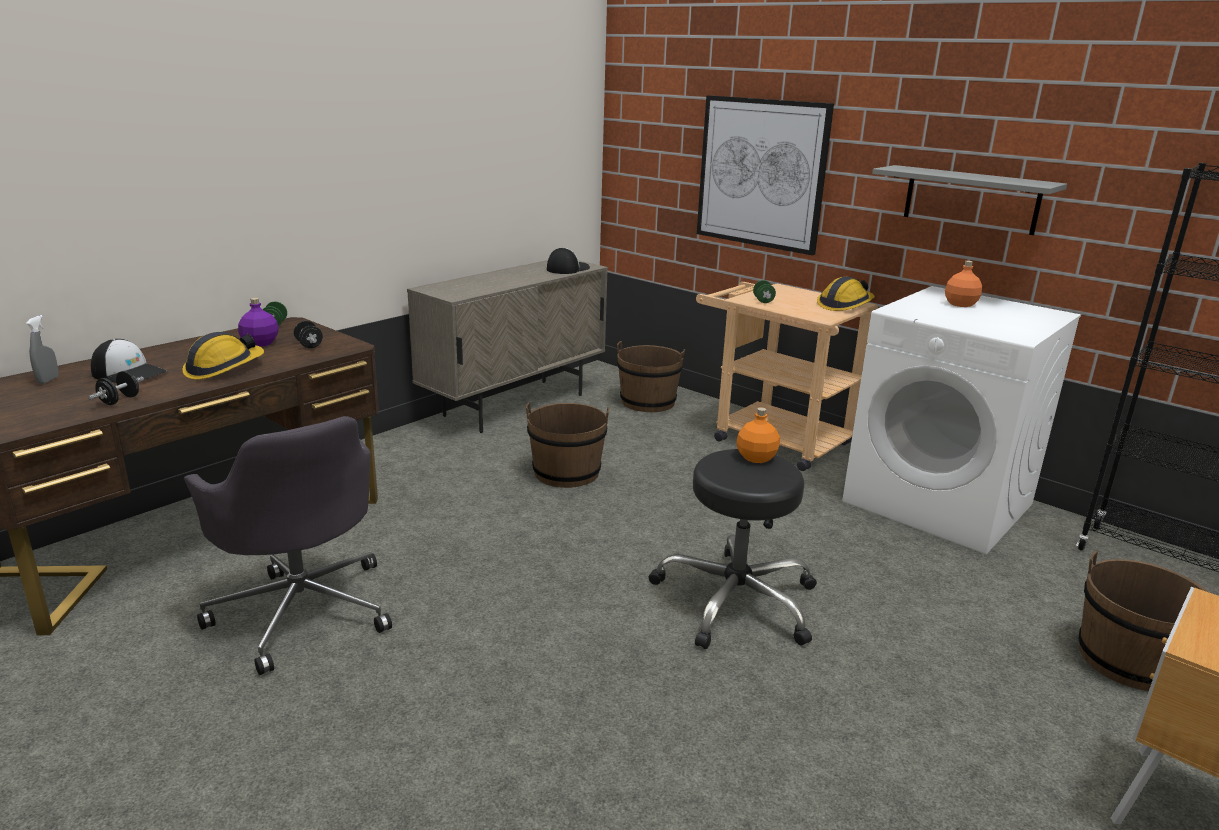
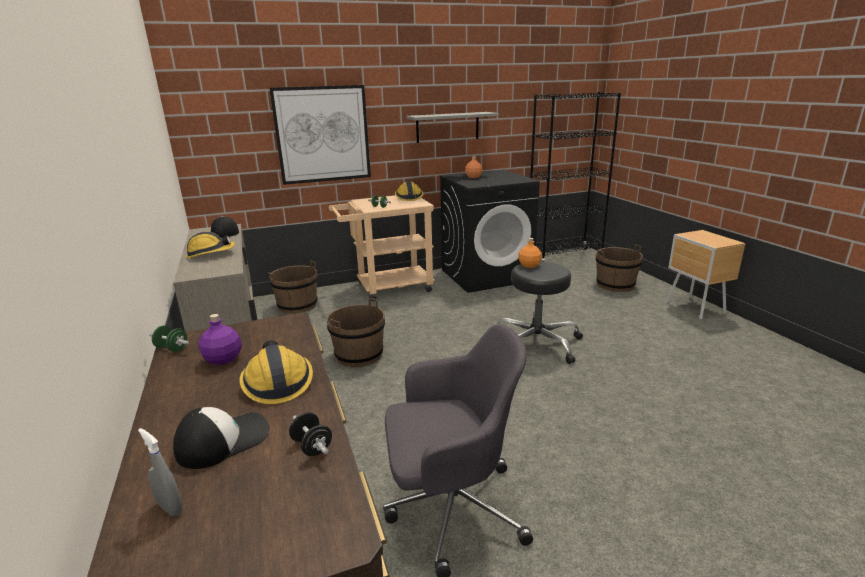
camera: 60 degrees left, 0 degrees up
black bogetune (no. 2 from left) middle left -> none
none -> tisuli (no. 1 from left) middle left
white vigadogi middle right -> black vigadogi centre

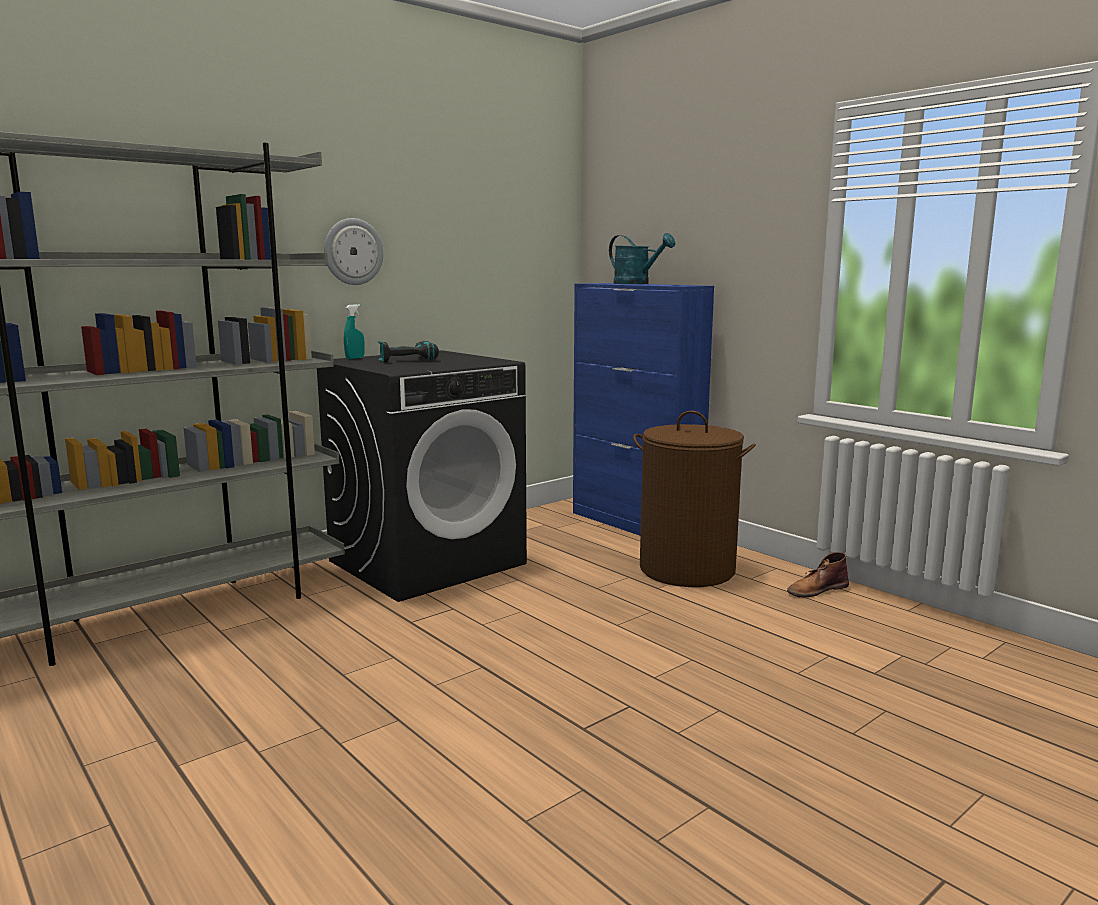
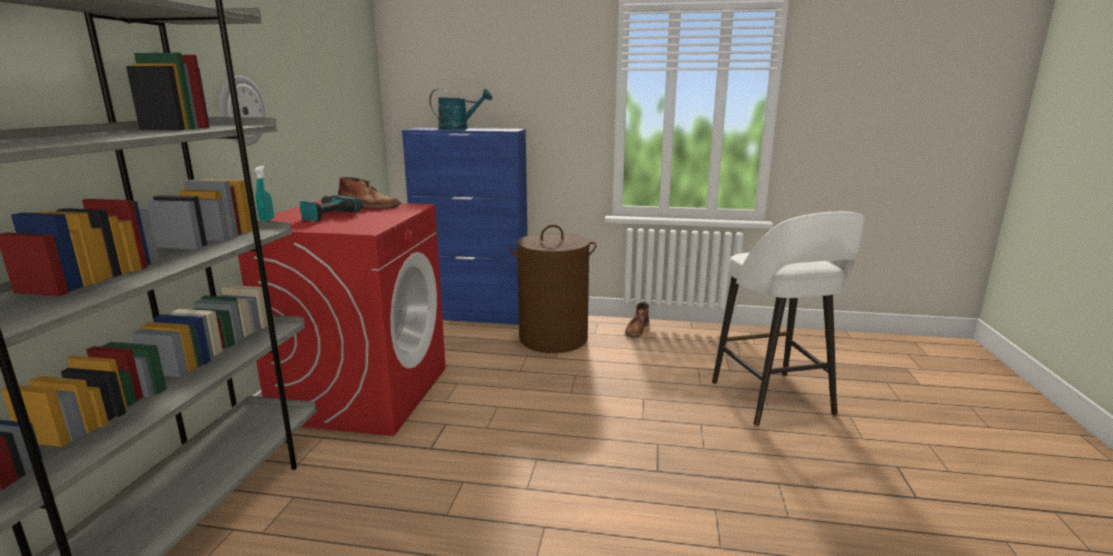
camera: 40 degrees left, 5 degrees up
none -> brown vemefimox (no. 1 from left) middle left
none -> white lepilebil middle right
black vigadogi centre -> red vigadogi middle left

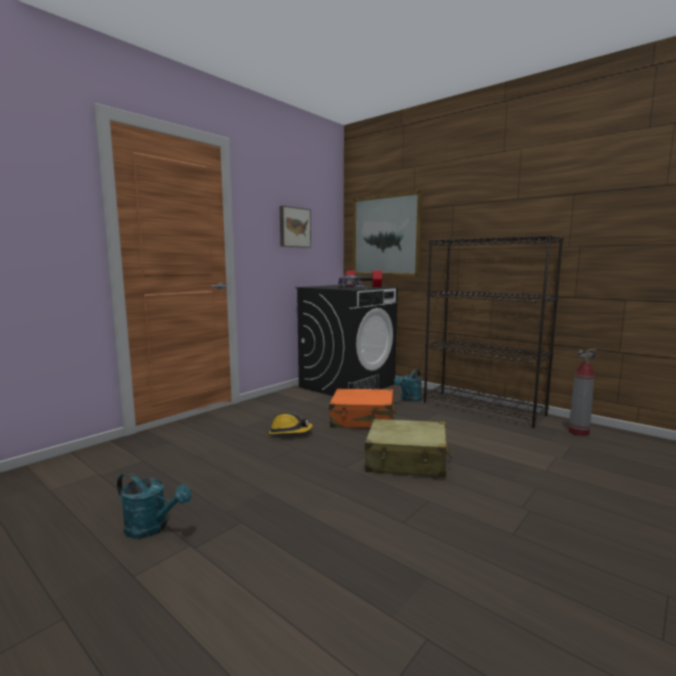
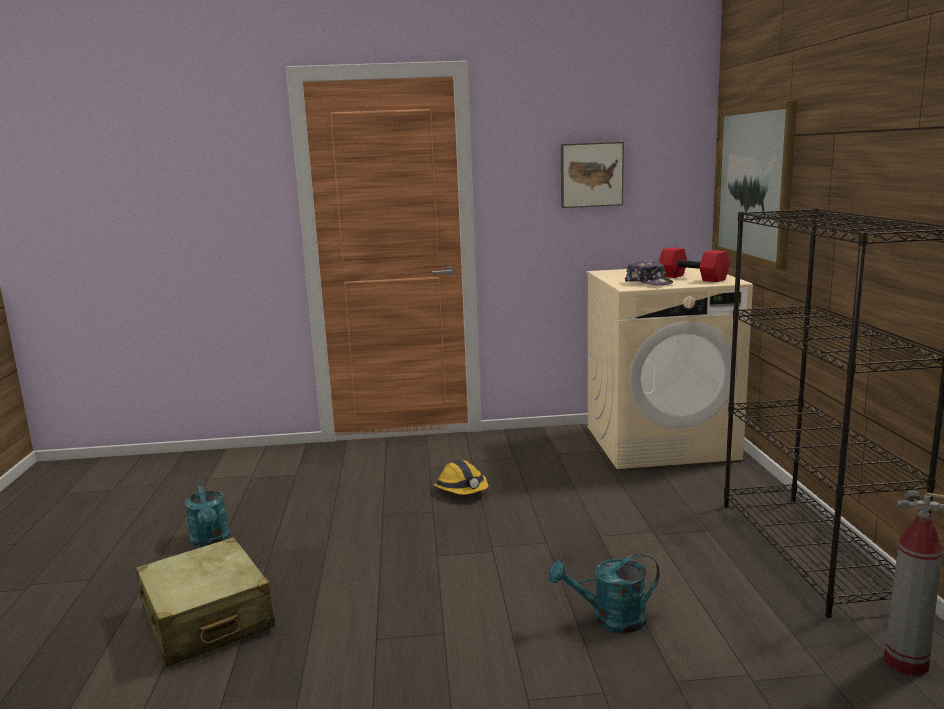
camera: 45 degrees right, 5 degrees up
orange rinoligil centre -> none
beige rinoligil centre -> beige rinoligil bottom left, shifted
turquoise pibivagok (no. 2 from left) centre -> turquoise pibivagok (no. 2 from left) bottom centre, shifted
black vigadogi centre -> beige vigadogi middle right

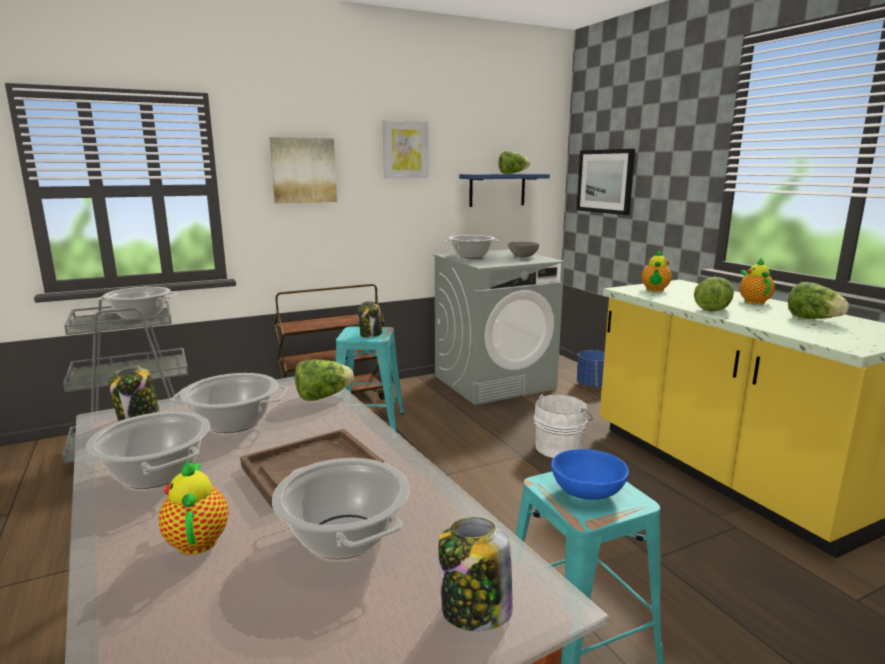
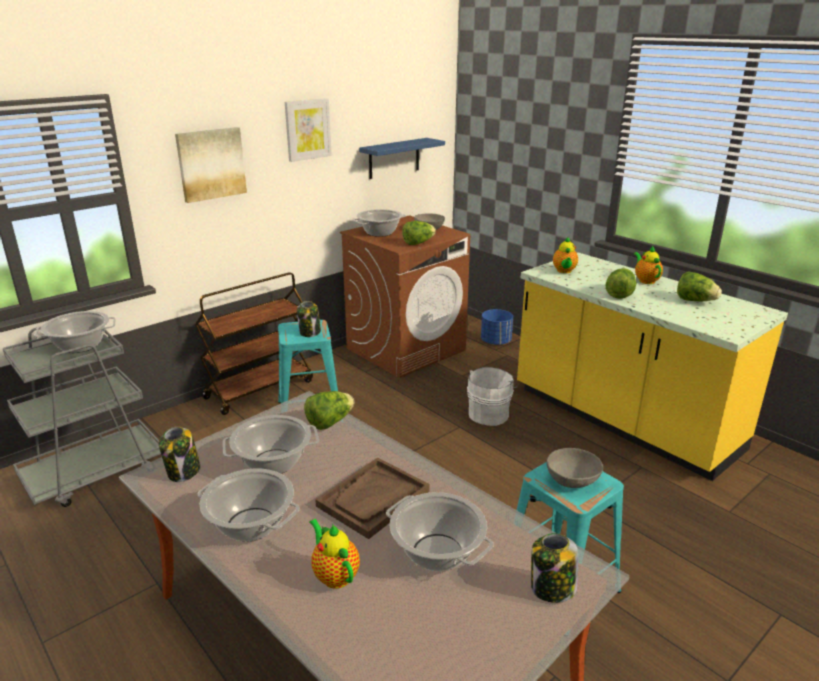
camera: 15 degrees left, 10 degrees up
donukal (no. 3 from left) top right -> none
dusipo (no. 2 from left) top centre -> dusipo (no. 2 from left) centre, shifted
grey vigadogi centre -> brown vigadogi centre
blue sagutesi bottom right -> grey sagutesi (no. 2 from left) bottom right

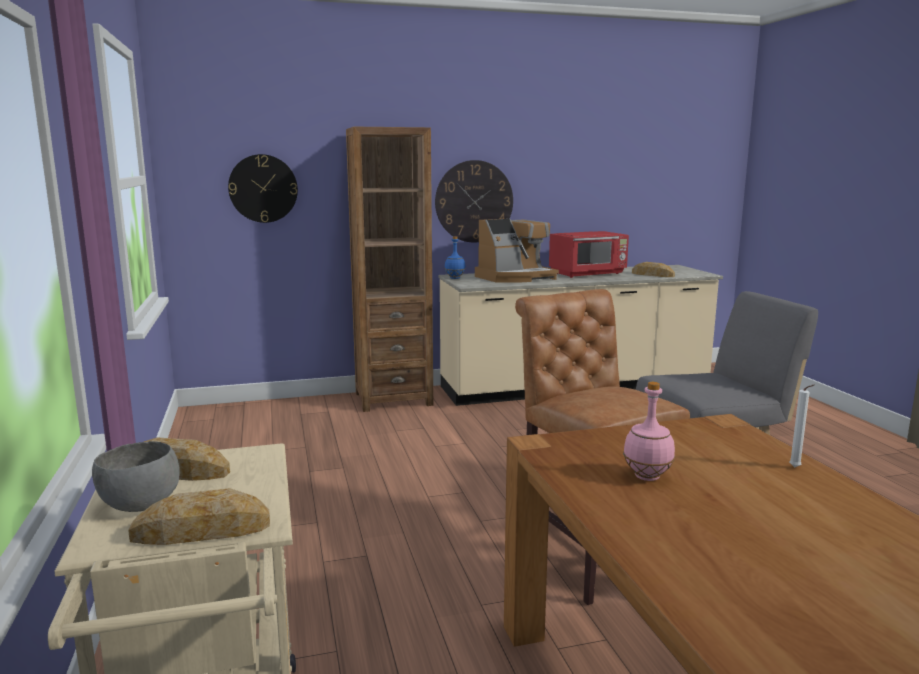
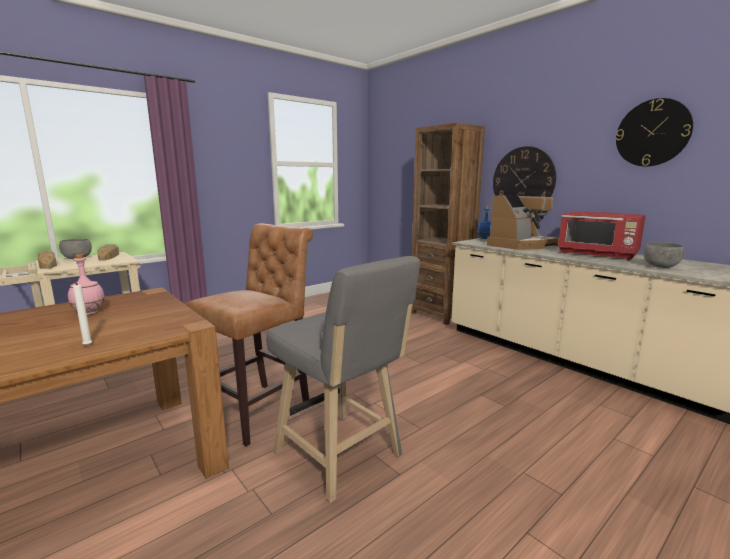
camera: 65 degrees right, 0 degrees up
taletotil (no. 1 from left in the first image) top left -> taletotil (no. 2 from left) top right, shifted
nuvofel (no. 3 from left) middle right -> grey sagutesi (no. 2 from left) middle right
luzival centre -> luzival middle right, 75 degrees counterclockwise

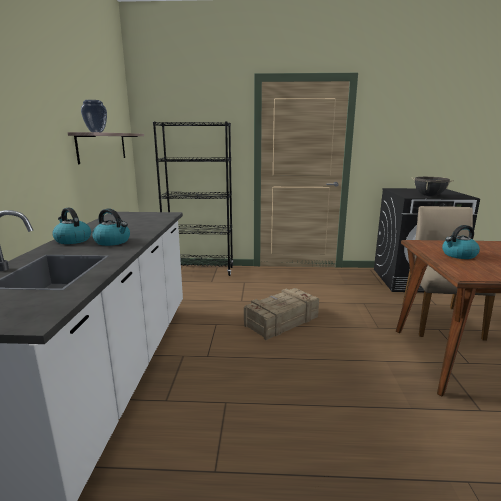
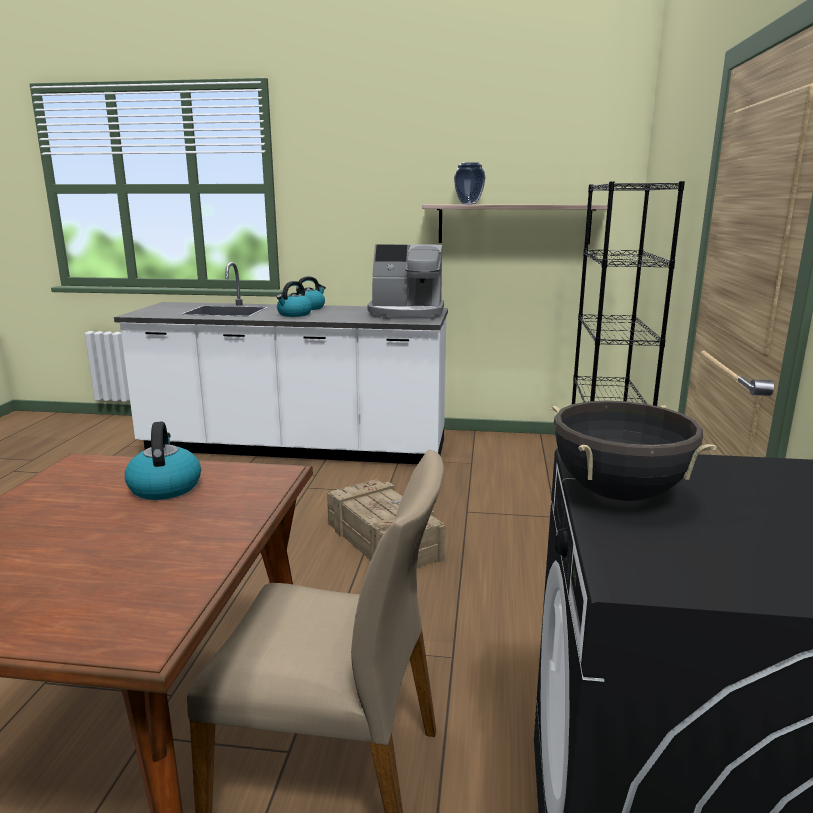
camera: 95 degrees right, 0 degrees up
none -> luzival centre

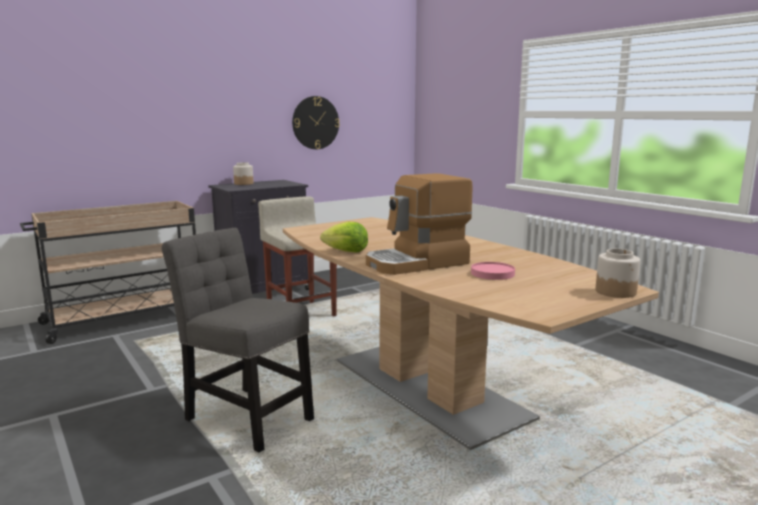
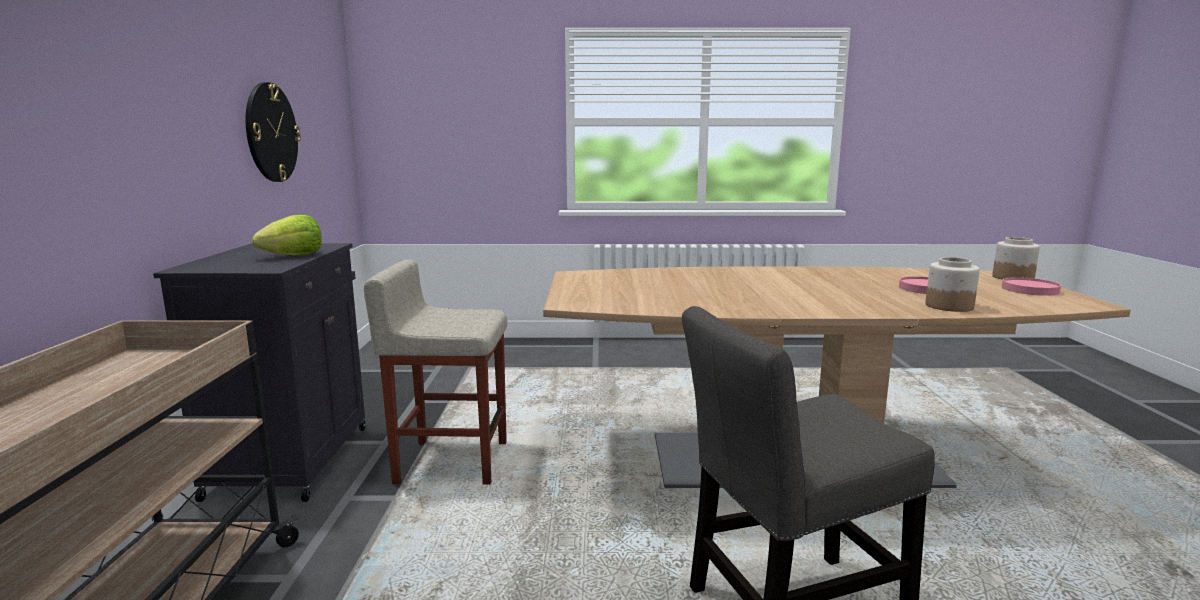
camera: 55 degrees left, 0 degrees up
luzival centre -> none
none -> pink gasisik (no. 2 from left) middle right
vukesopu (no. 1 from left) middle left -> vukesopu (no. 1 from left) middle right, shifted
dusipo centre -> dusipo middle left, shifted

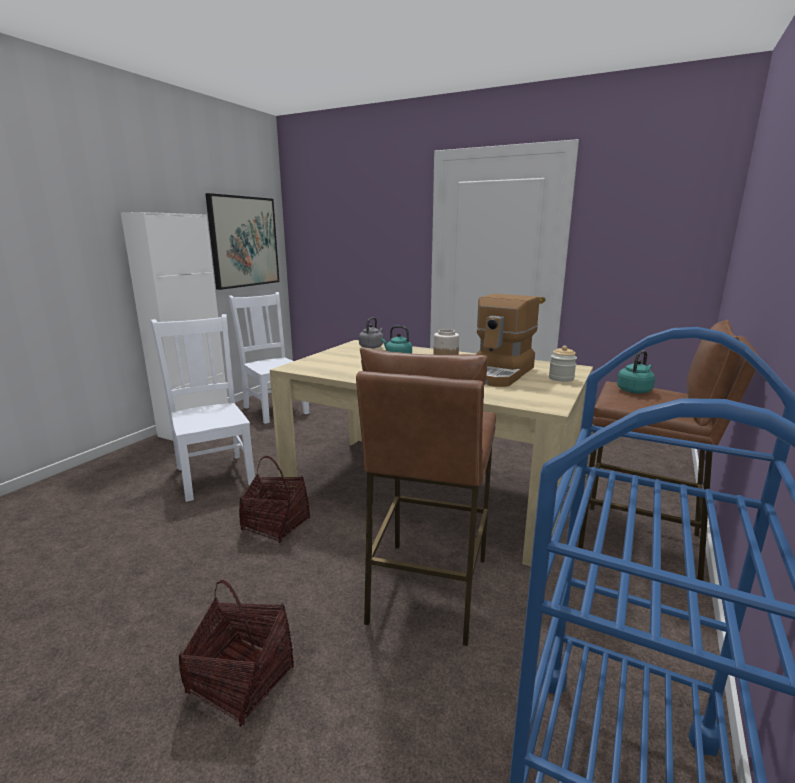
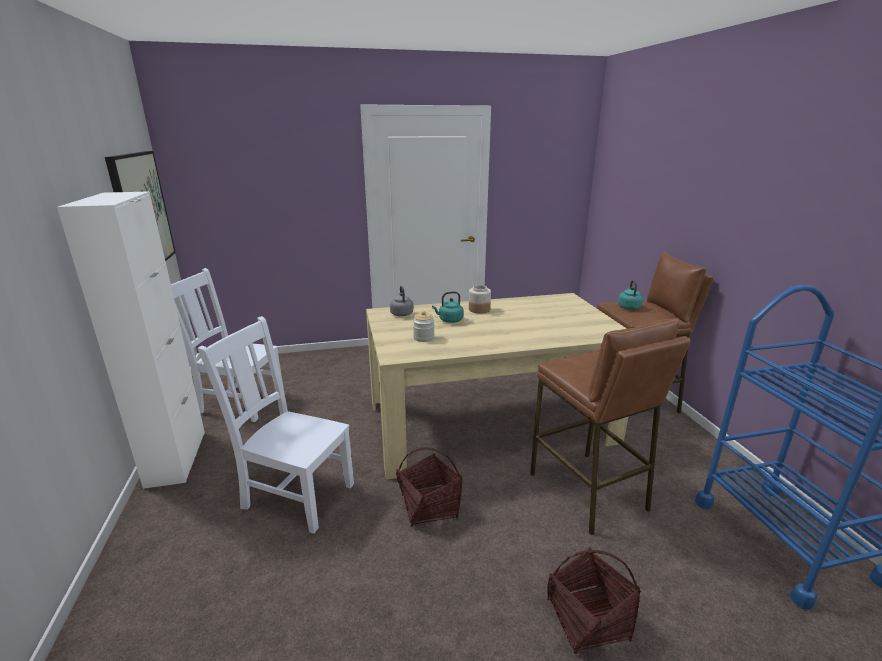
camera: 40 degrees left, 5 degrees up
luzival centre -> none
vukesopu (no. 2 from left in the first image) middle right -> vukesopu (no. 1 from left) centre, shifted

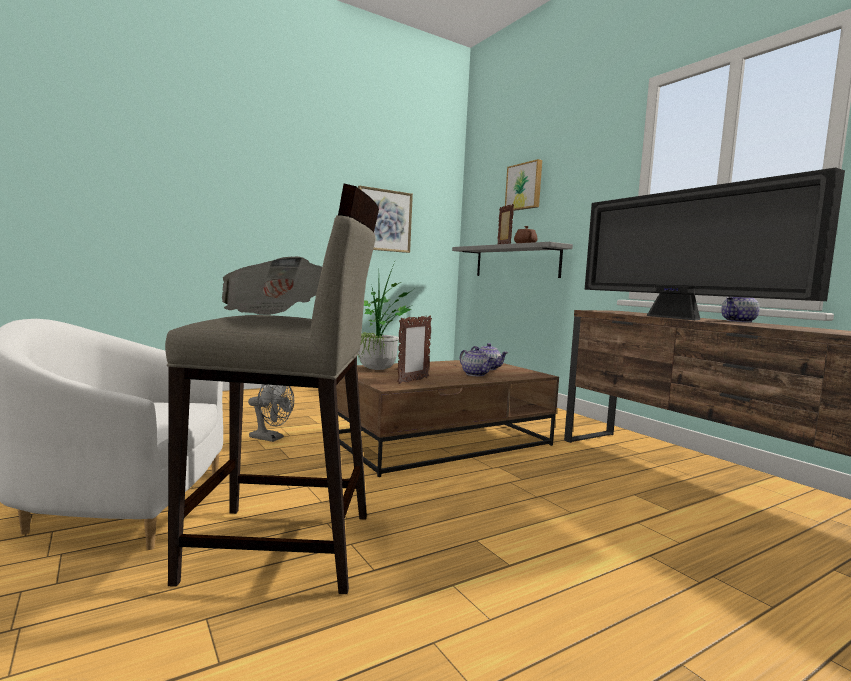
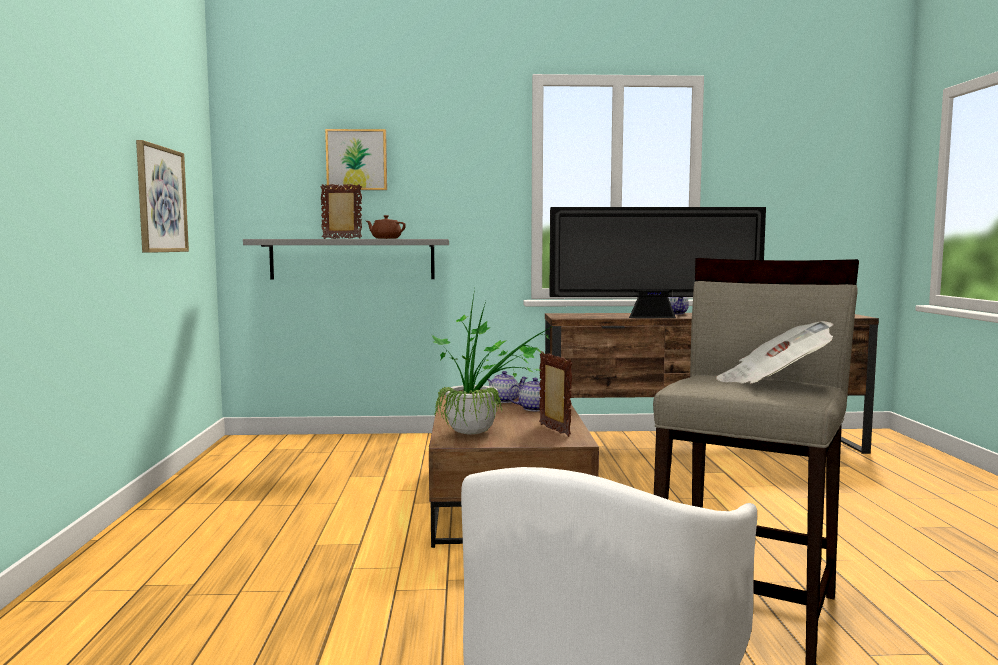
camera: 60 degrees left, 0 degrees up
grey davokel middle left -> none

